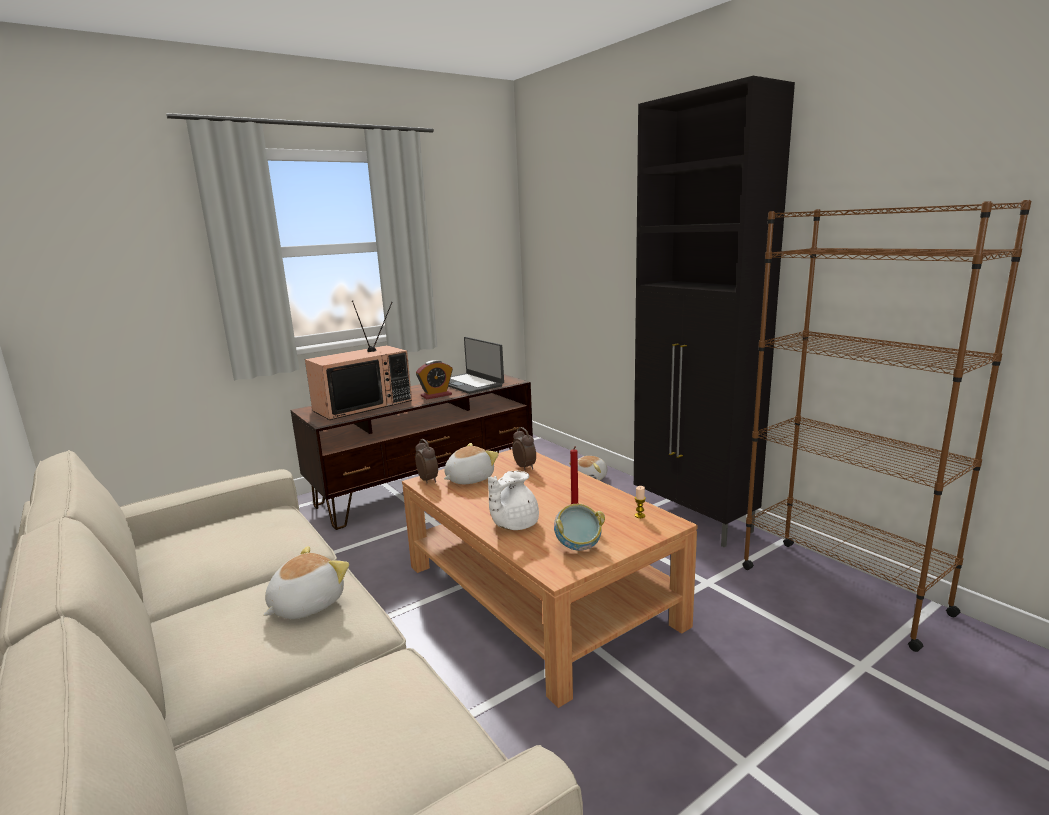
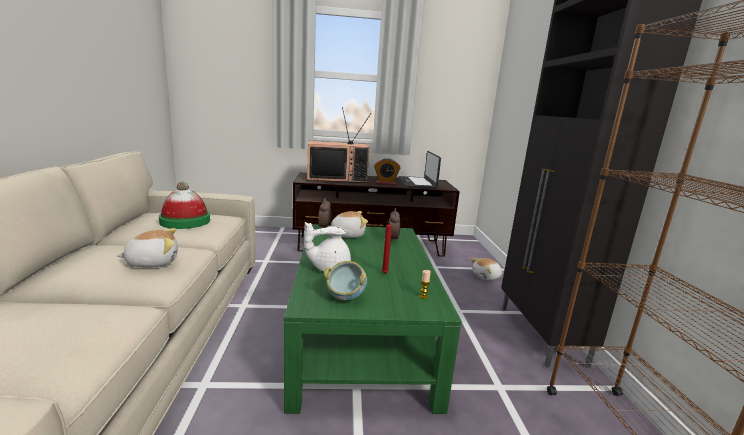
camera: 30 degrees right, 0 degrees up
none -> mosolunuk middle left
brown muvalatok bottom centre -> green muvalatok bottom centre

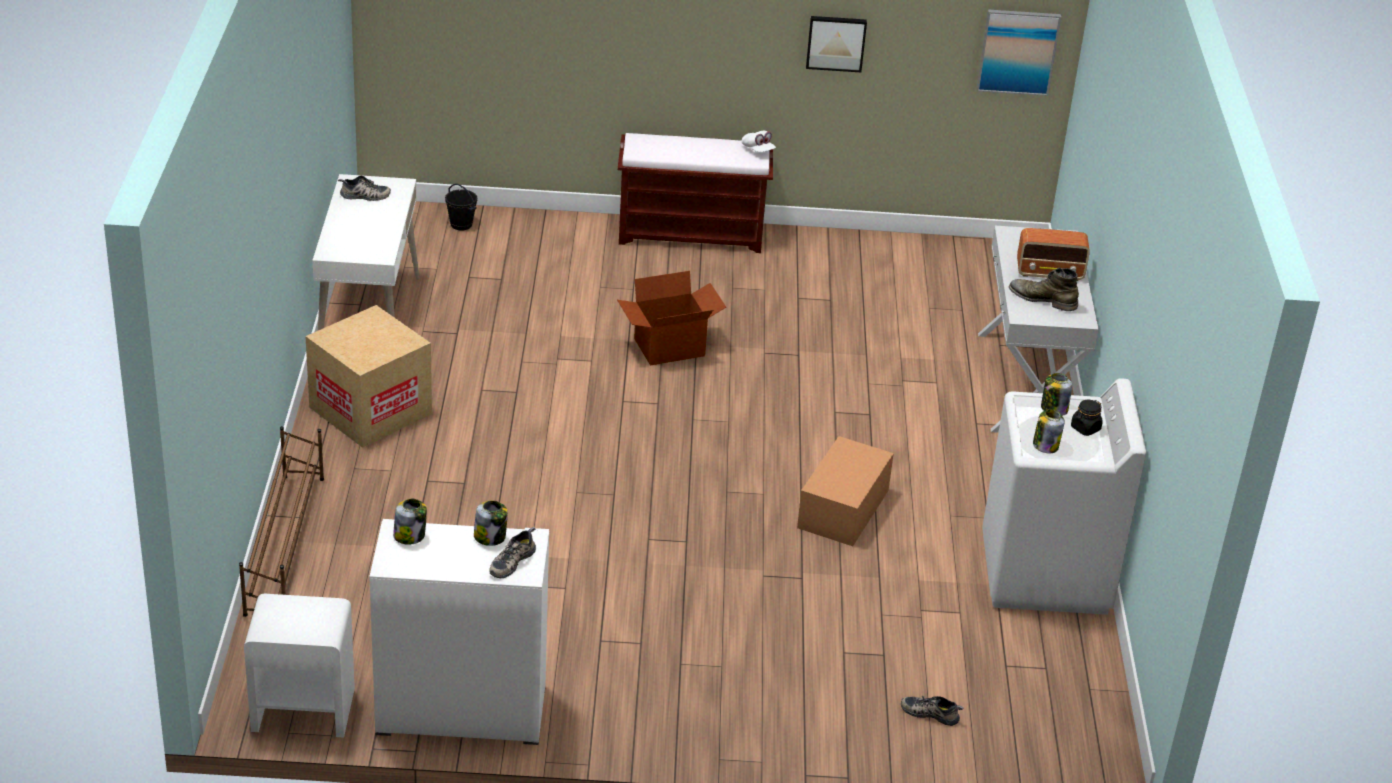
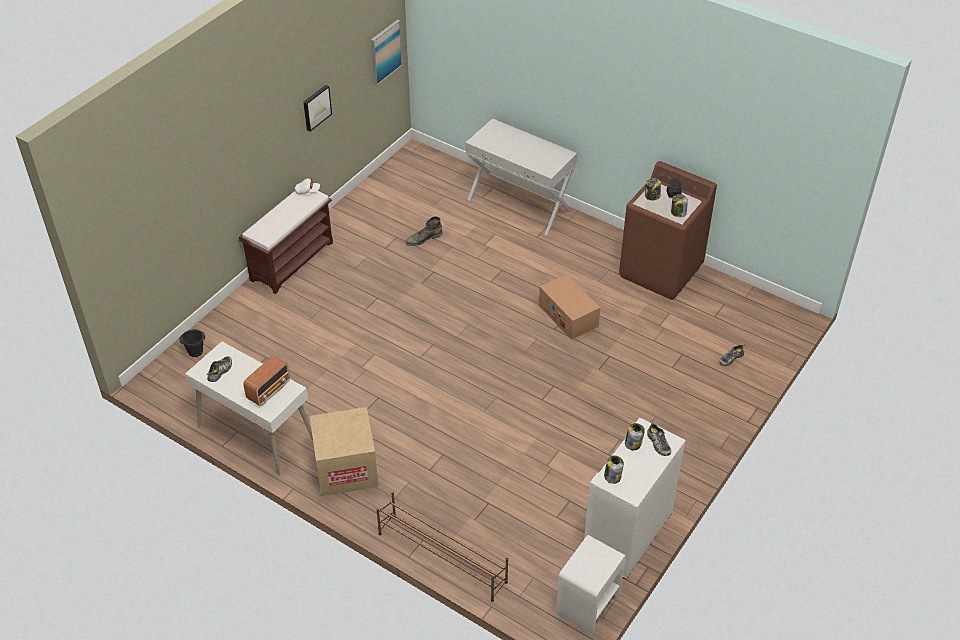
camera: 55 degrees left, 10 degrees up
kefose (no. 2 from left) centre -> none
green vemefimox middle right -> green vemefimox centre, shifted
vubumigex top right -> vubumigex middle left, shifted
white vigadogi middle right -> brown vigadogi middle right

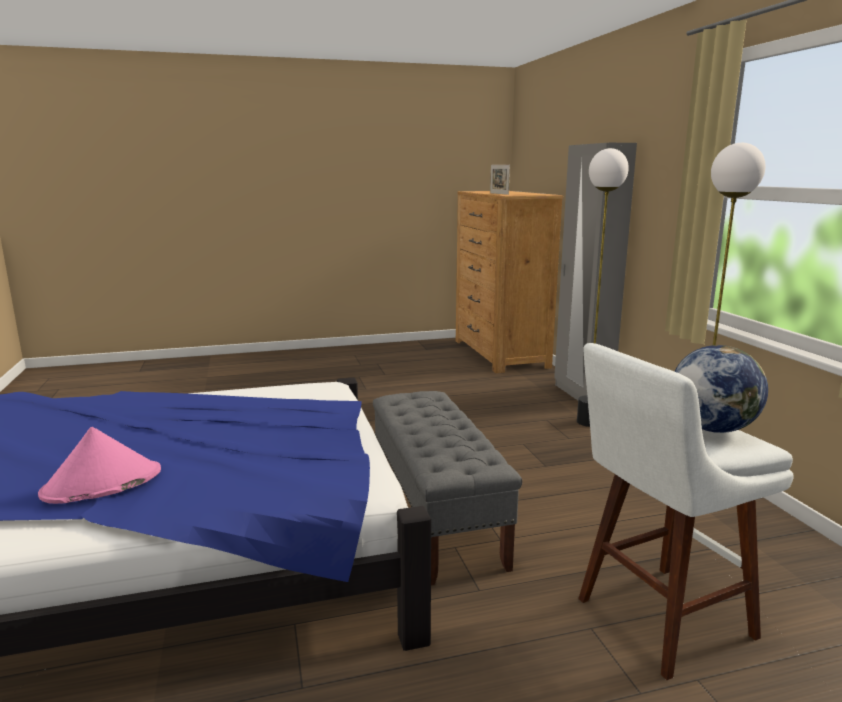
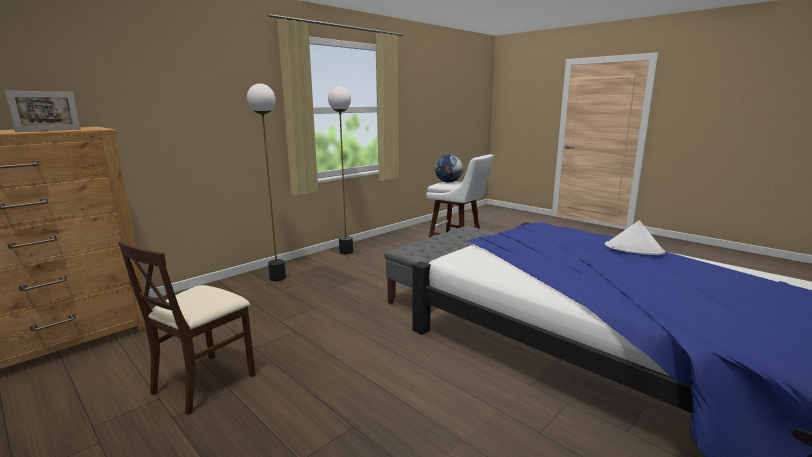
camera: 120 degrees left, 0 degrees up
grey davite middle right -> none
none -> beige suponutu bottom left
pink mosolunuk middle left -> white mosolunuk middle right

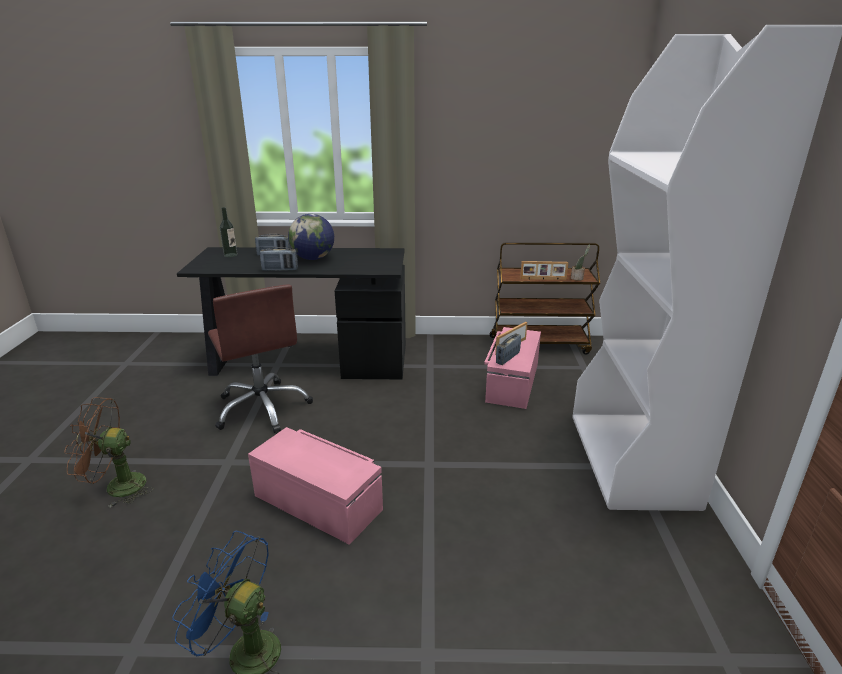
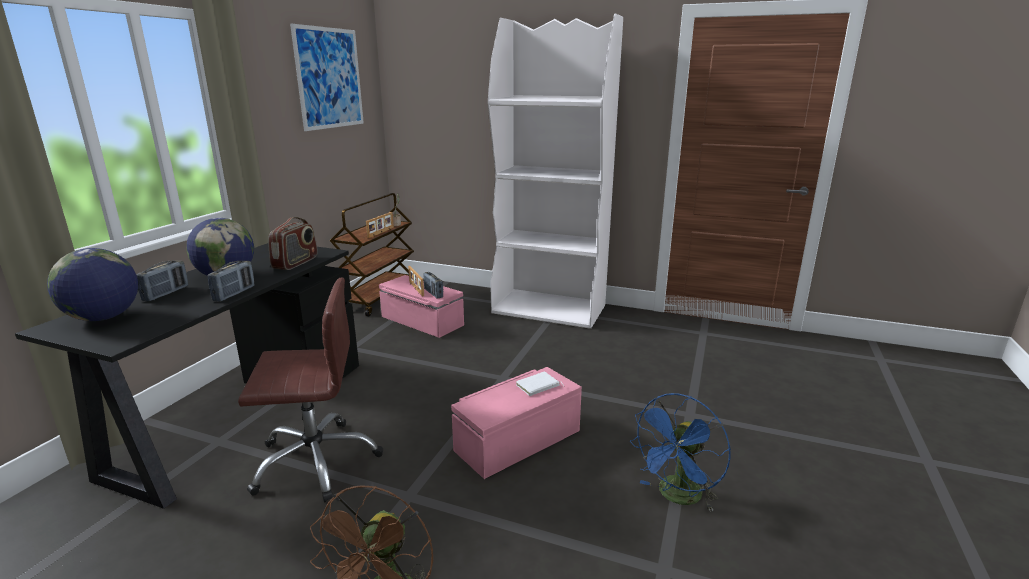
camera: 70 degrees left, 5 degrees down
none -> vubumigex (no. 3 from left) middle left
none -> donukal top left
none -> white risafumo centre
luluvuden middle left -> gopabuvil (no. 1 from left) middle left

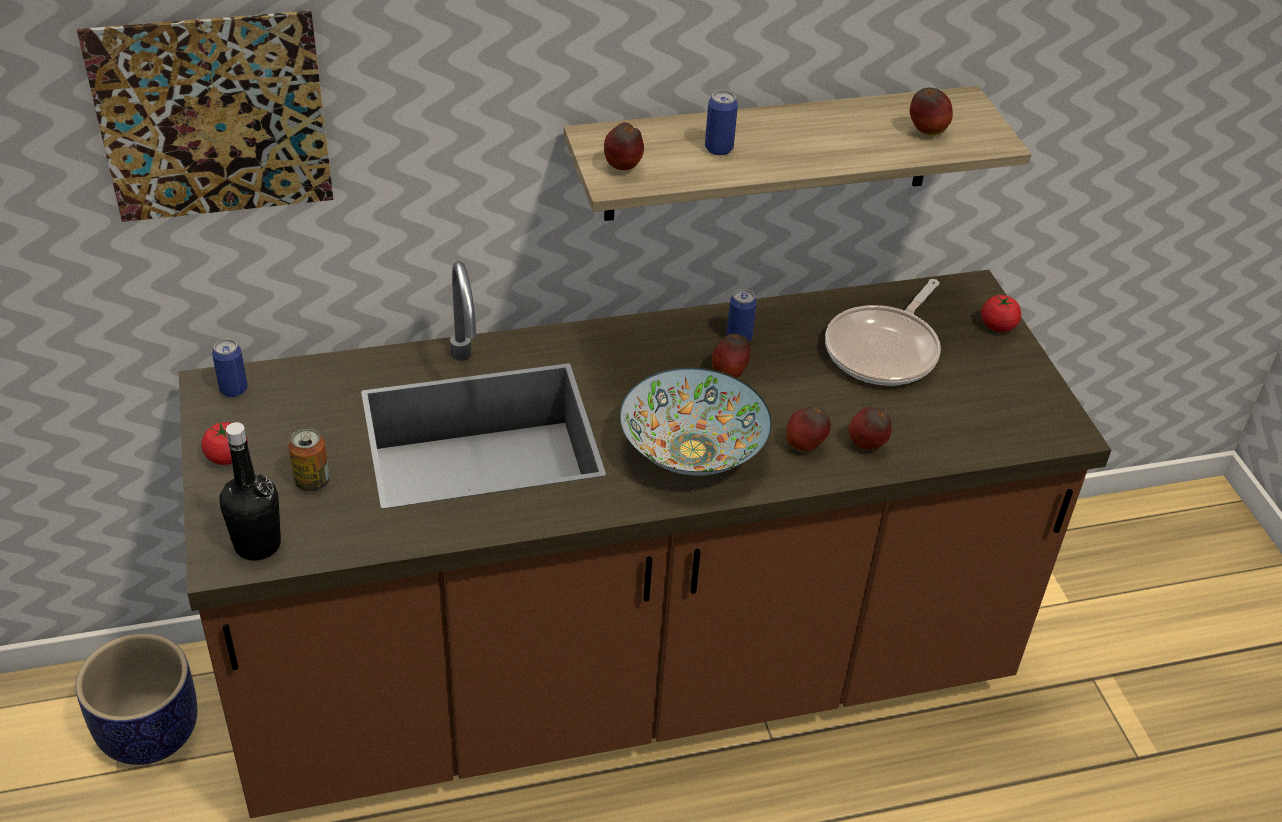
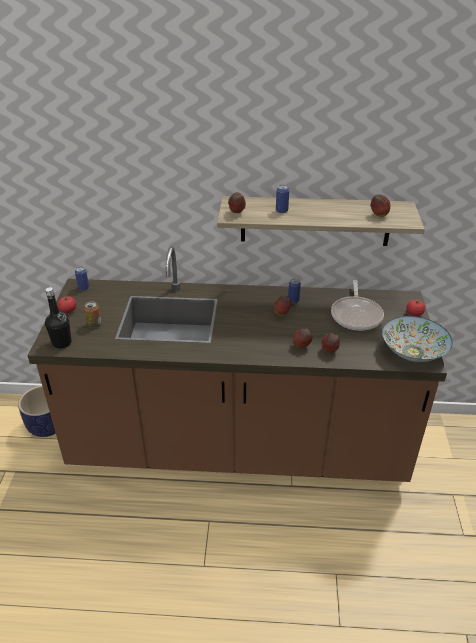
camera: 20 degrees right, 5 degrees down
donukal top left -> none
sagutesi centre -> sagutesi middle right, shifted
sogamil middle right, 45 degrees counterclockwise

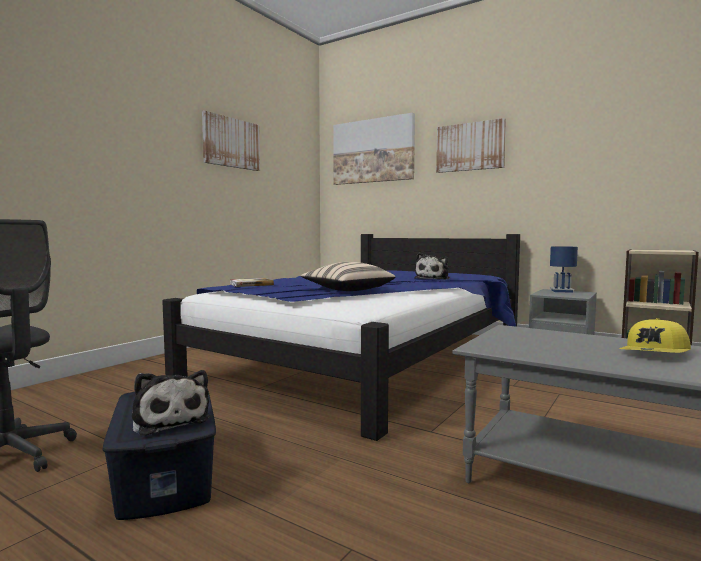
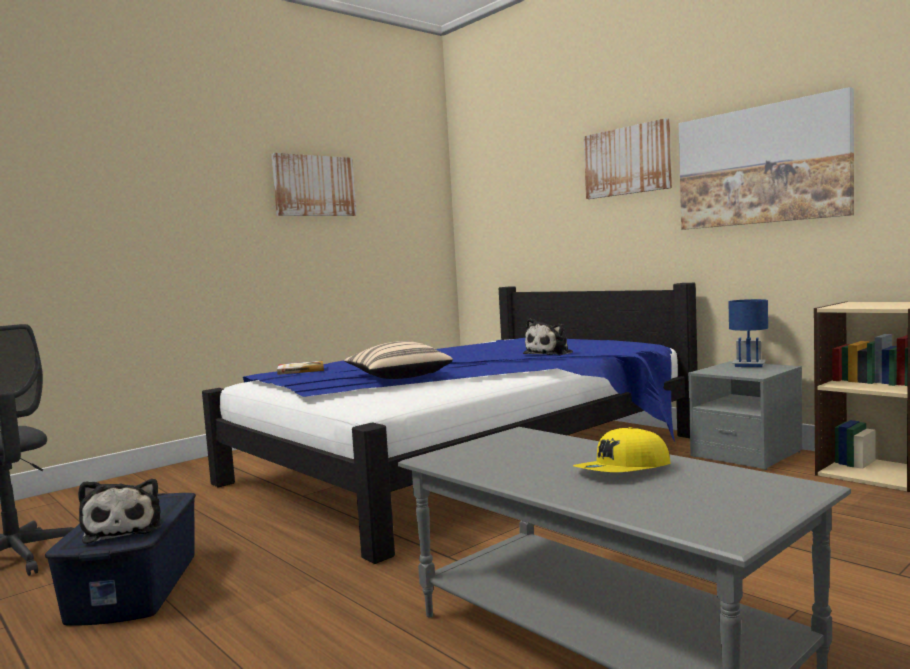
camera: 15 degrees right, 0 degrees up
donukal (no. 2 from left in the first image) top centre -> donukal (no. 3 from left) top right, shifted

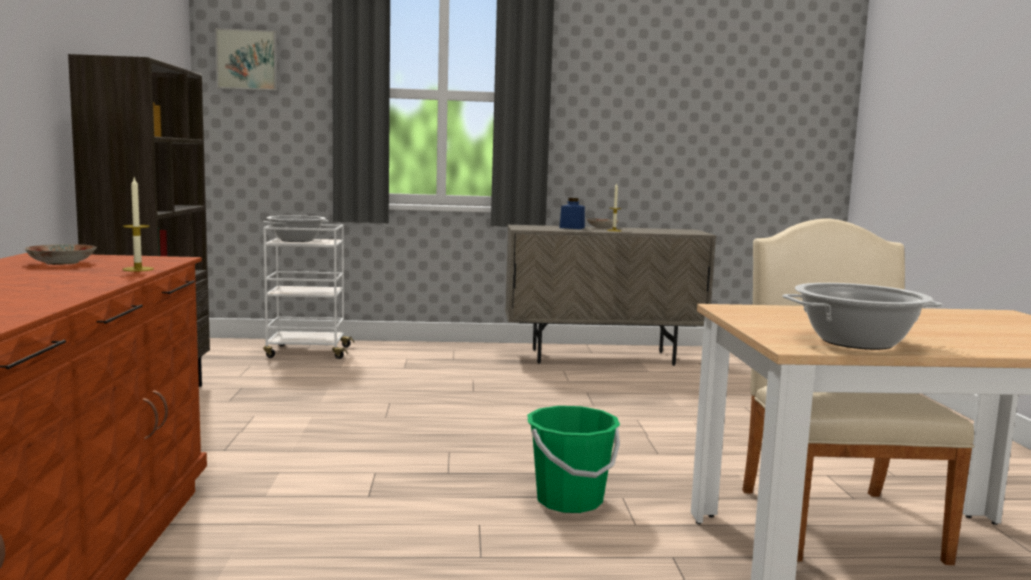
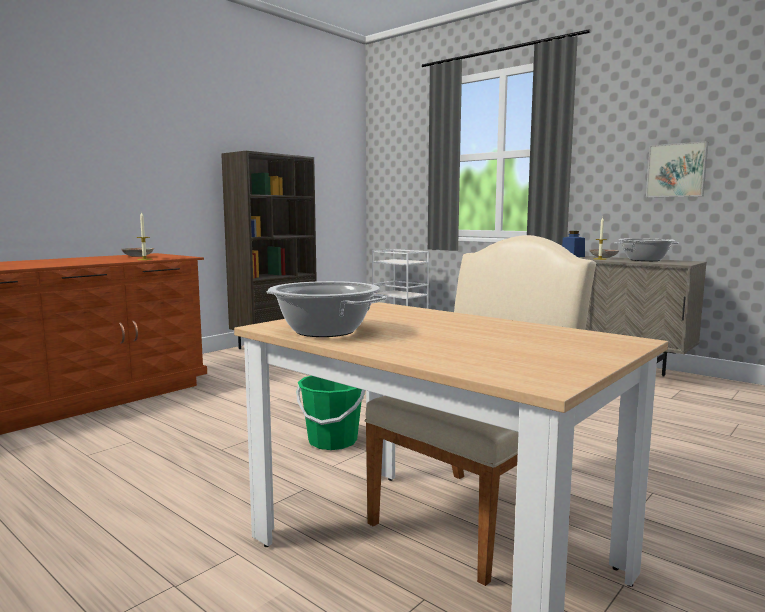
camera: 45 degrees right, 0 degrees up
donukal top left -> donukal top right, shifted
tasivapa (no. 1 from left in the first image) middle left -> tasivapa (no. 2 from left) middle right, shifted

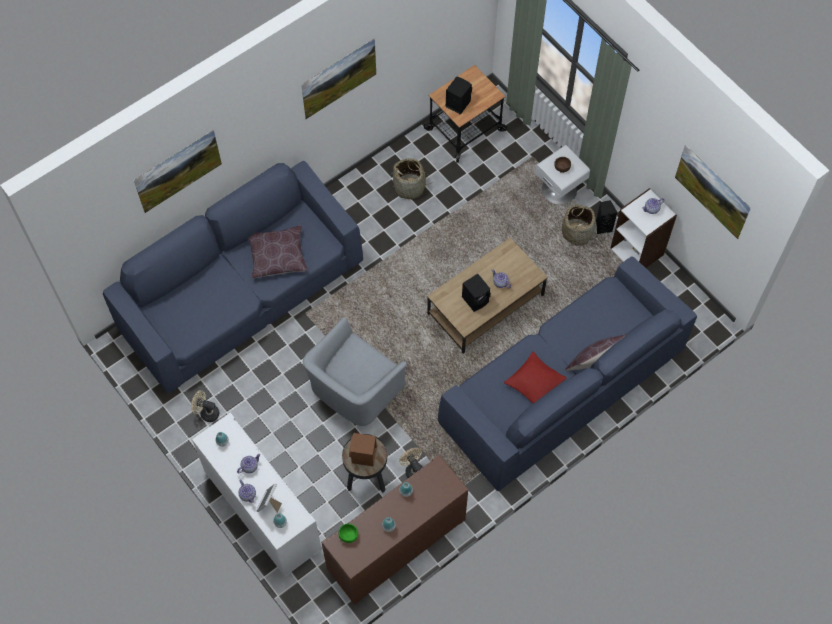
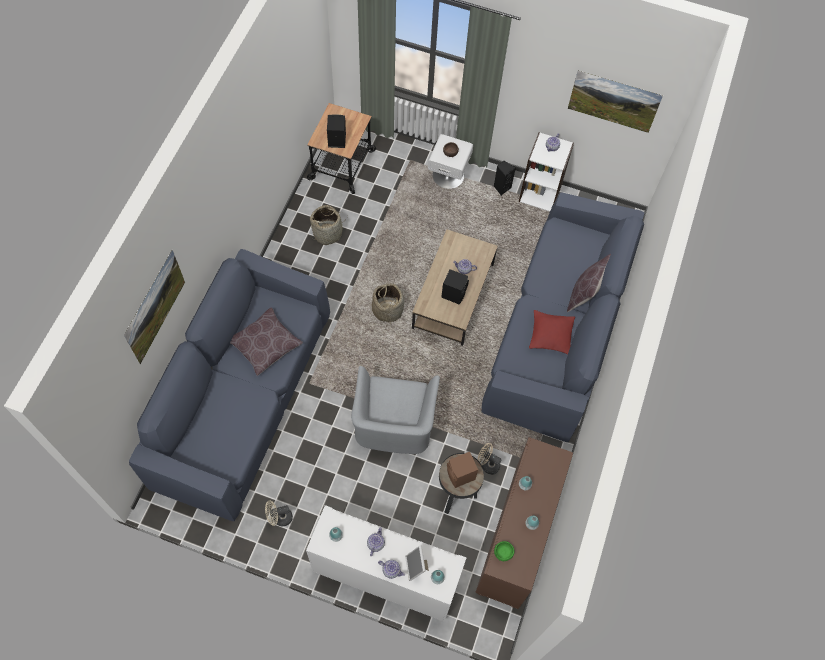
camera: 35 degrees left, 0 degrees up
donukal (no. 2 from left) top centre -> none
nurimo (no. 2 from left) middle right -> nurimo (no. 2 from left) centre, shifted

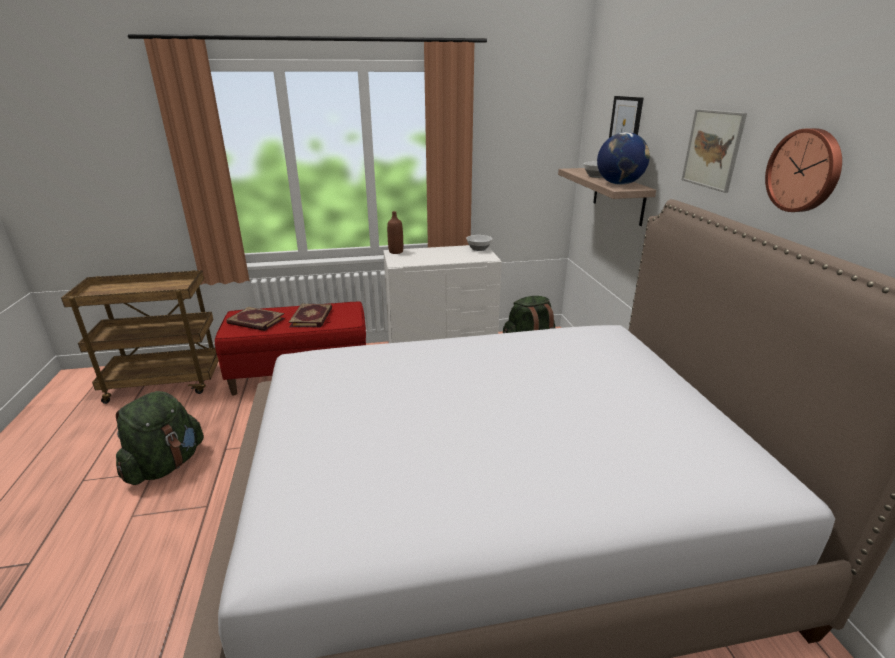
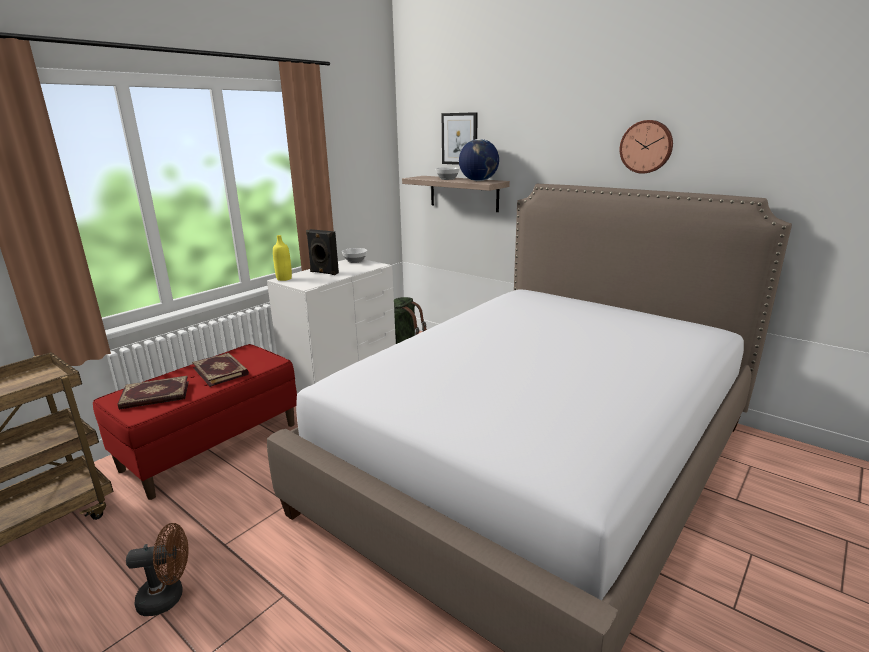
camera: 40 degrees left, 5 degrees down
donukal (no. 2 from left) top right -> none
none -> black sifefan centre
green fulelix (no. 1 from left) middle left -> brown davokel bottom left
brown luluvuden centre -> yellow luluvuden middle left

